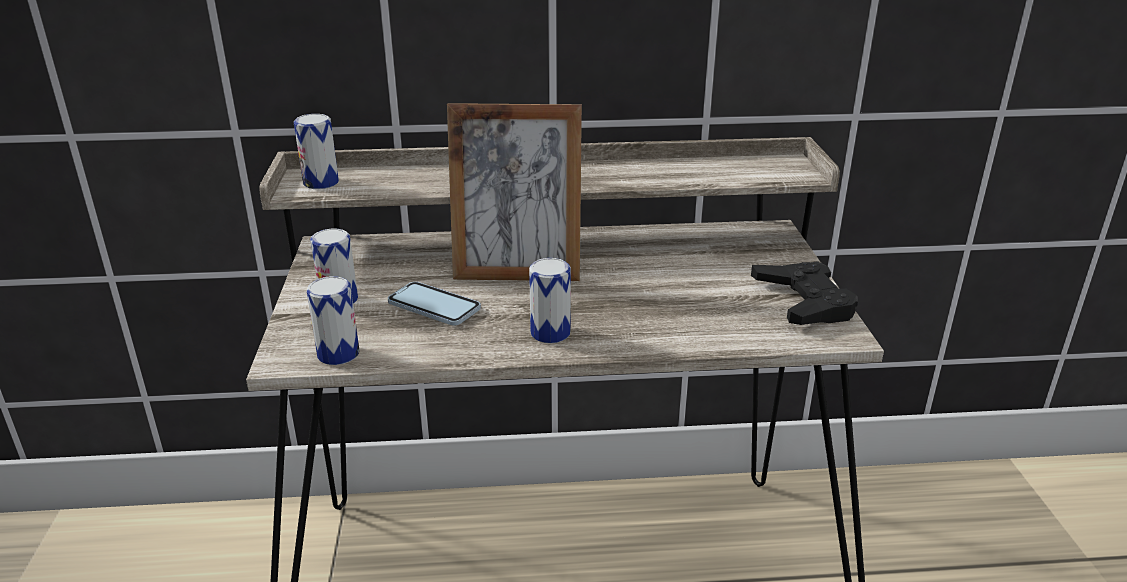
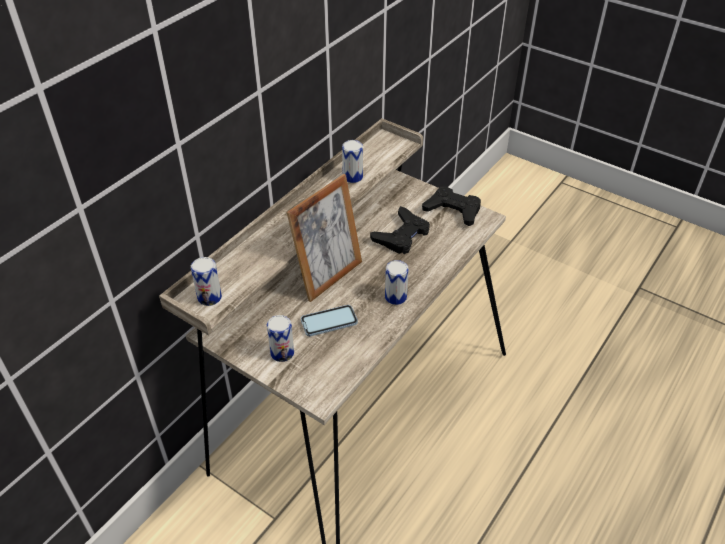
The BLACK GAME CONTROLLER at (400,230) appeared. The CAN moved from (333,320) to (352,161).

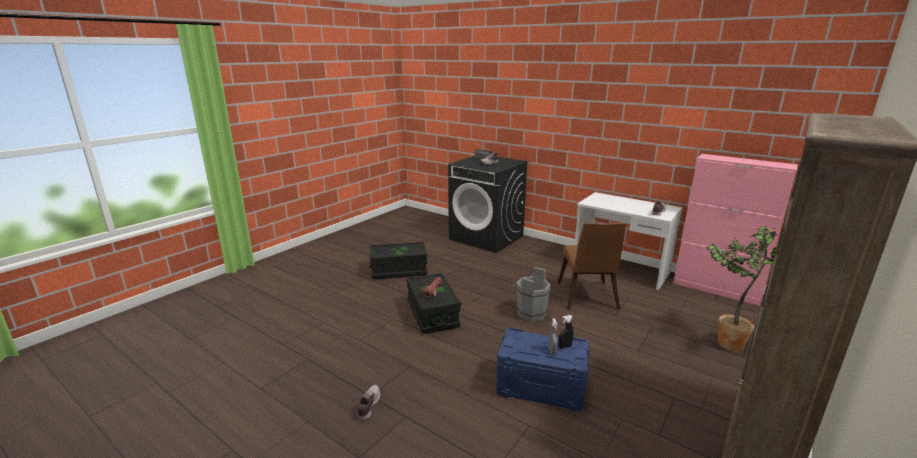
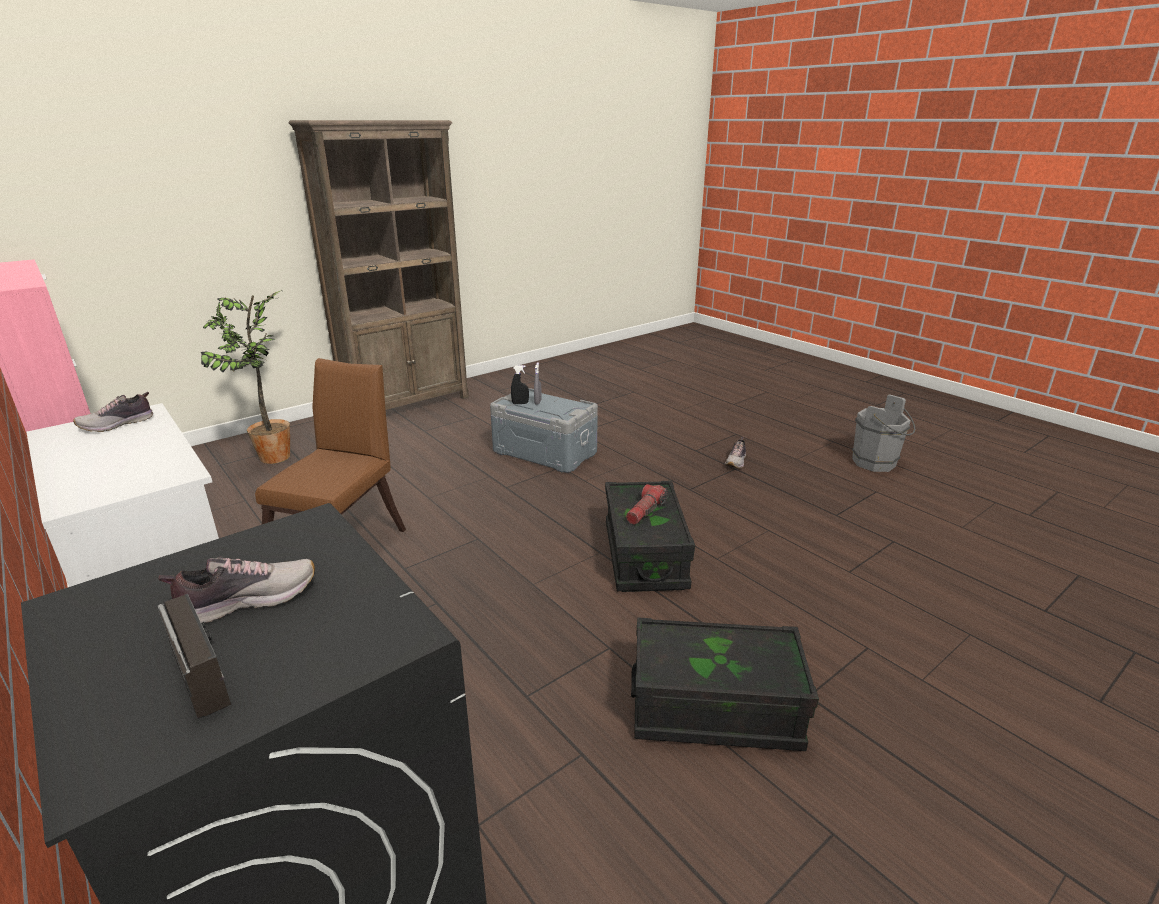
The GREY BUCKET moved from (532,294) to (883,433). The BLUE STORAGE BOX at (542,369) became the GREY STORAGE BOX at (544,430).

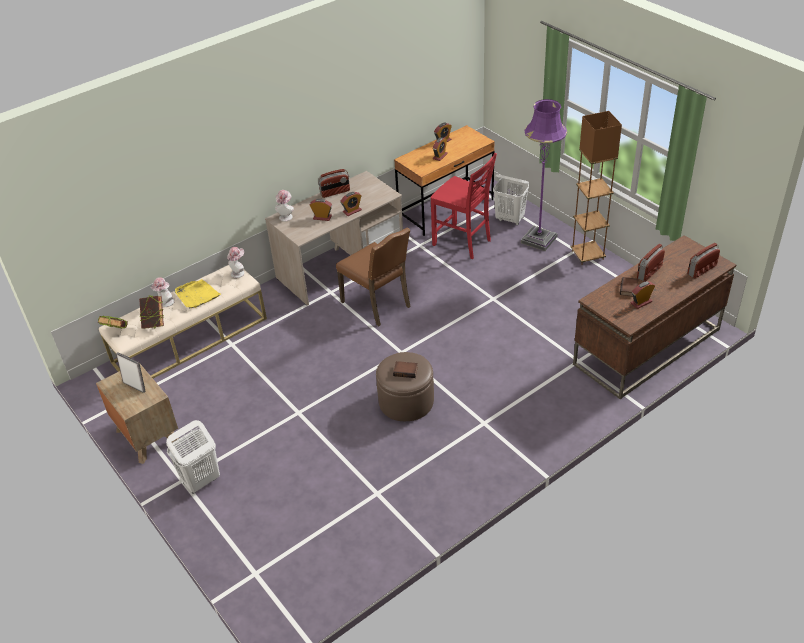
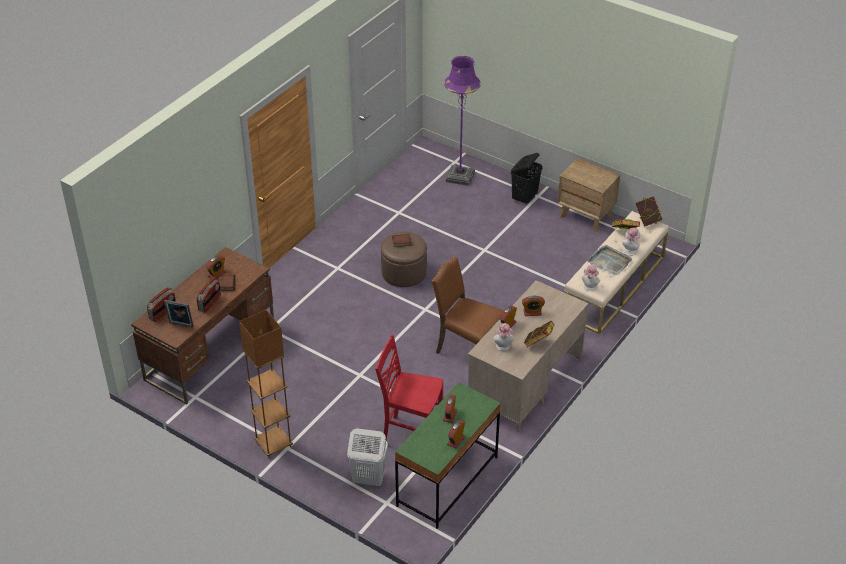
The PICTURE FRAME moved from (131,372) to (179,314). The HAT moved from (284,205) to (504,337). The PURPLE FLOOR LAMP moved from (544,175) to (462,121). The RADIO at (334,183) was replaced by the BOOK at (539,334). The WHITE LAUNDRY BASKET at (193,457) became the BLACK LAUNDRY BASKET at (527,178). The YELLOW TRAY at (197,293) became the GREY TRAY at (609,260). The BROWN DESK at (444,180) became the GREEN DESK at (448,455).

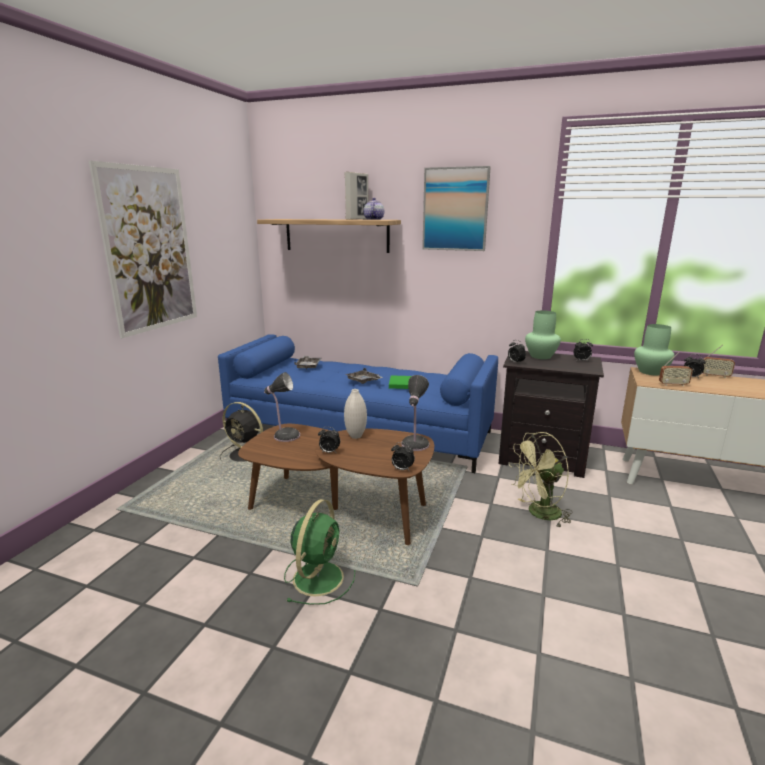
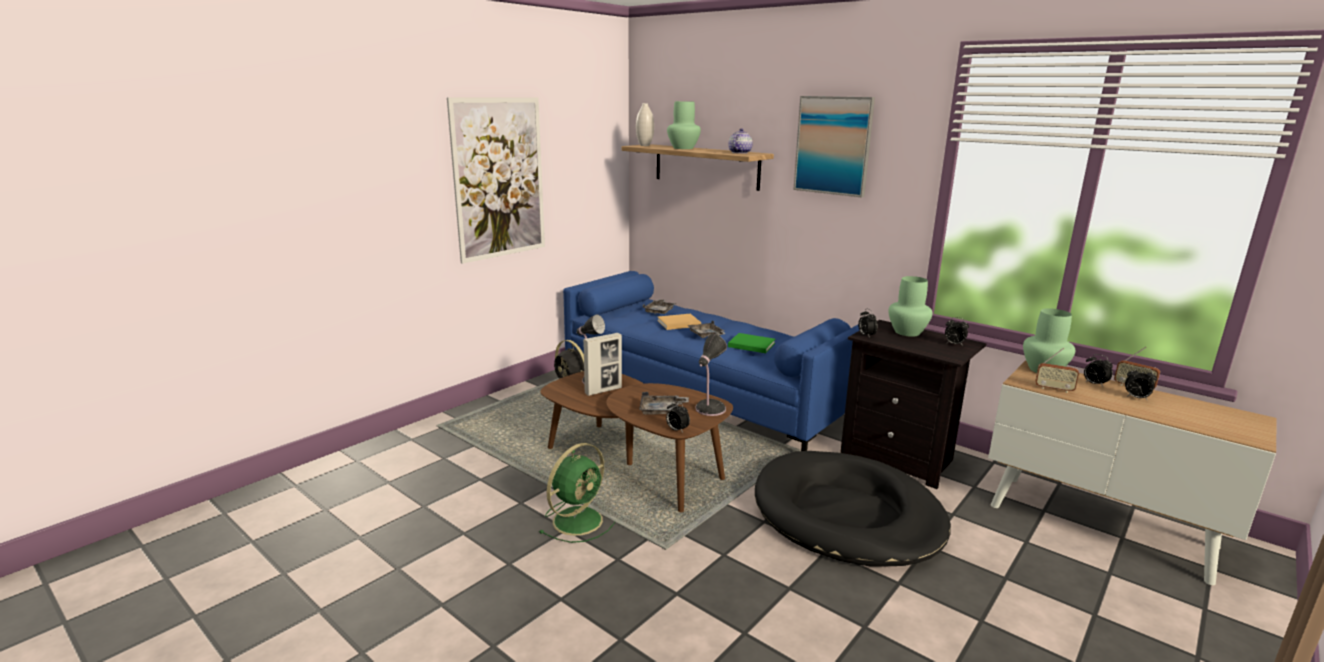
The GREY TRAY at (664,403) appeared. The BEIGE BOOK at (679,322) appeared. The GREEN VASE at (684,125) appeared. The ALARM CLOCK moved from (329,440) to (1141,383). The WHITE VASE moved from (355,414) to (645,124). The PICTURE FRAME moved from (356,196) to (602,364). The GREEN FAN at (541,480) was replaced by the BLACK DOG BED at (853,509).

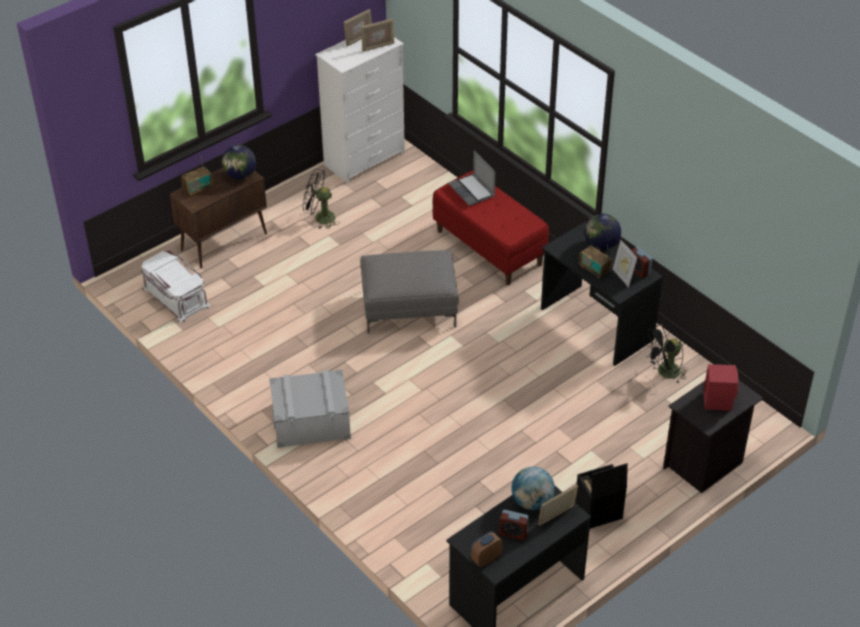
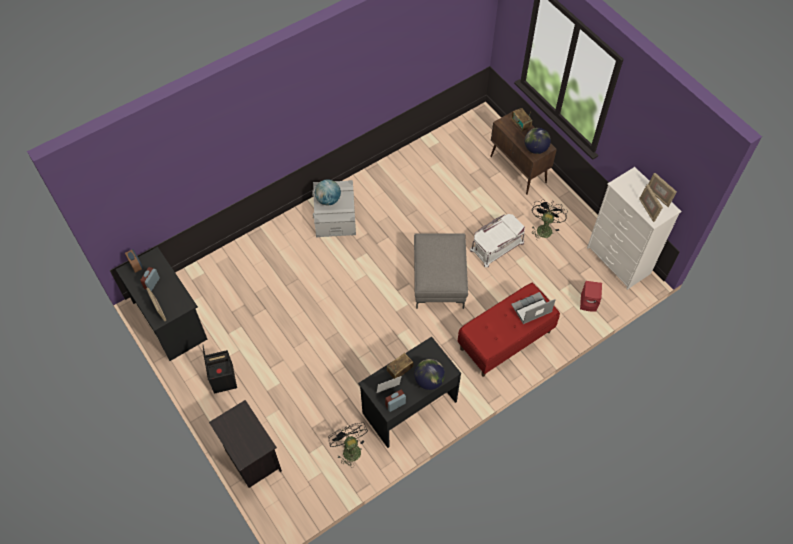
The WHITE STORAGE BOX moved from (175,287) to (497,240). The GLOBE moved from (533,488) to (328,192). The RED SPEAKER moved from (720,387) to (591,296).

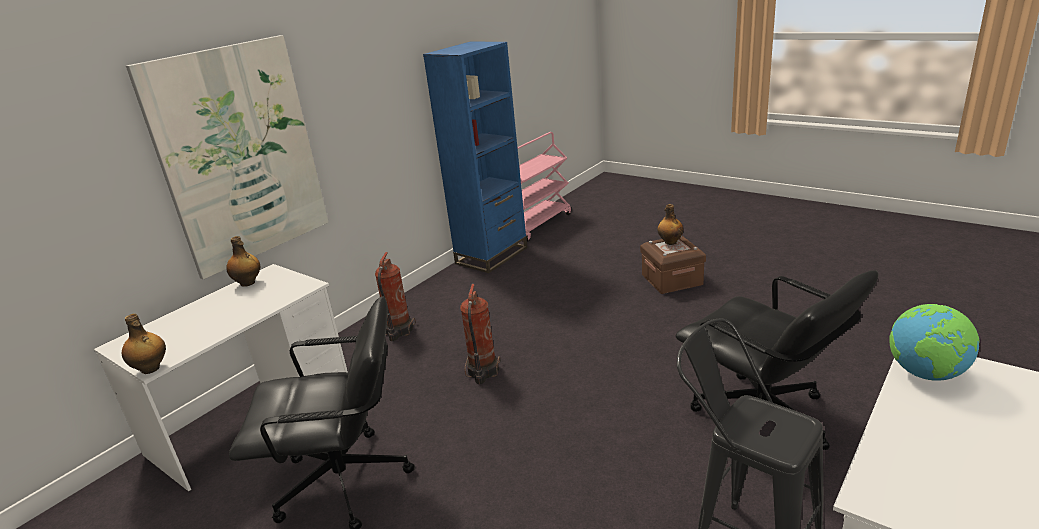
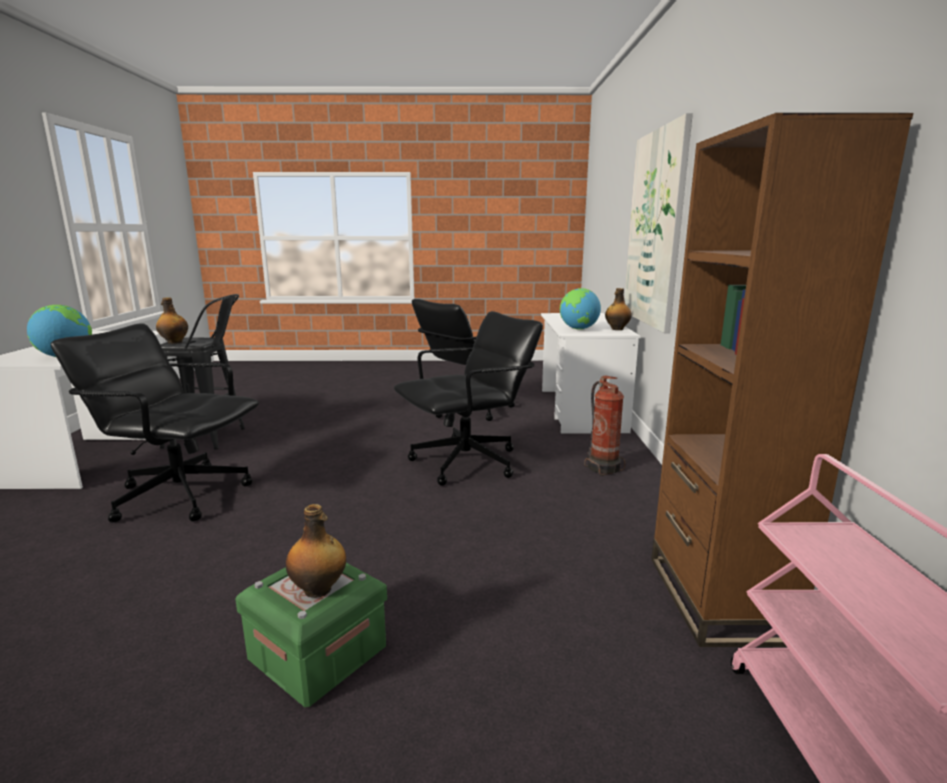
The GLOBE at (580,309) appeared. The BOTTLE moved from (144,344) to (172,320). The FIRE EXTINGUISHER at (480,334) was replaced by the BLACK OFFICE CHAIR at (468,398). The BLUE BOOKCASE at (475,157) became the BROWN BOOKCASE at (782,380). The BROWN STORAGE BOX at (673,265) became the GREEN STORAGE BOX at (311,635).

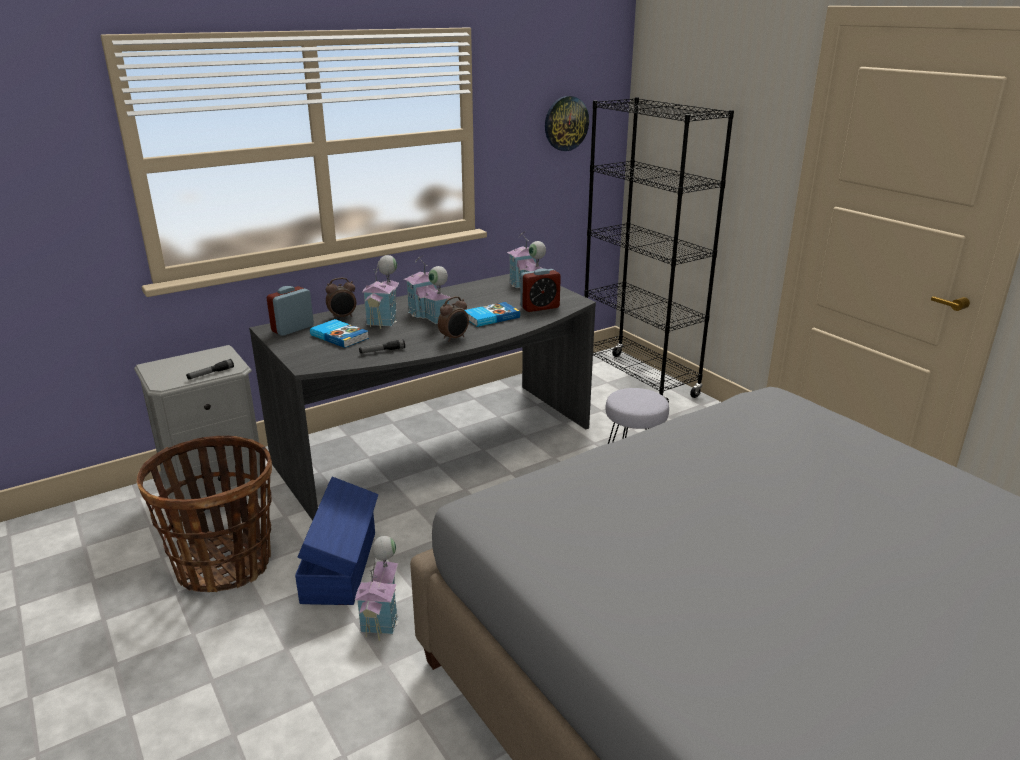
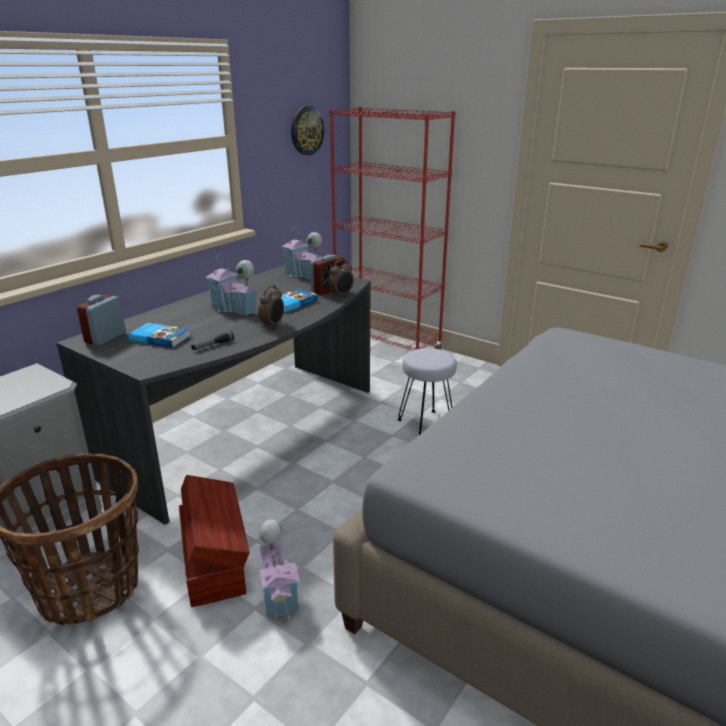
The FLASHLIGHT at (210,369) disappeared. The TOY HOUSE at (380,292) disappeared. The ALARM CLOCK moved from (341,298) to (341,279). The BLUE STORAGE BOX at (336,541) became the BROWN STORAGE BOX at (214,541). The BLACK BOOKCASE at (659,250) became the RED BOOKCASE at (393,229).

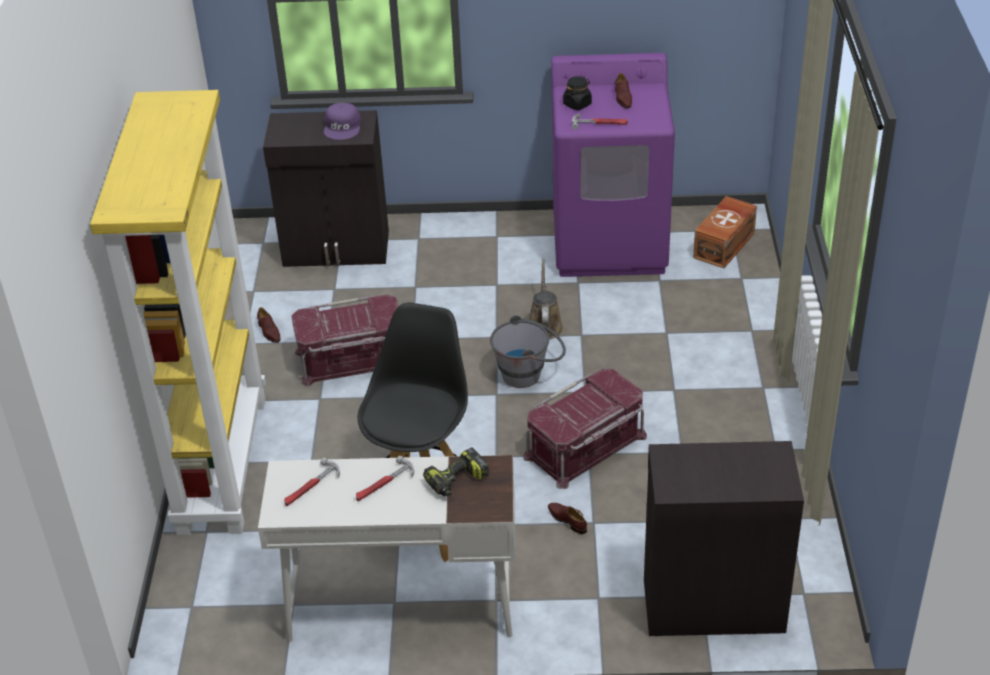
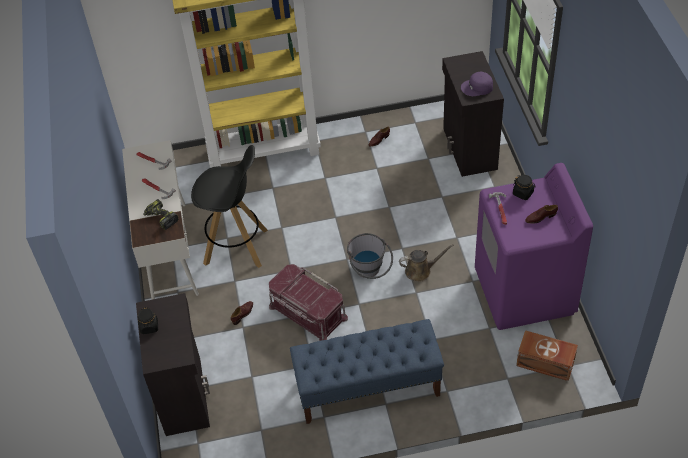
The RED STORAGE BOX at (345,340) disappeared. The BLACK JAR at (148,320) appeared. The BLUE BENCH at (367,371) appeared.

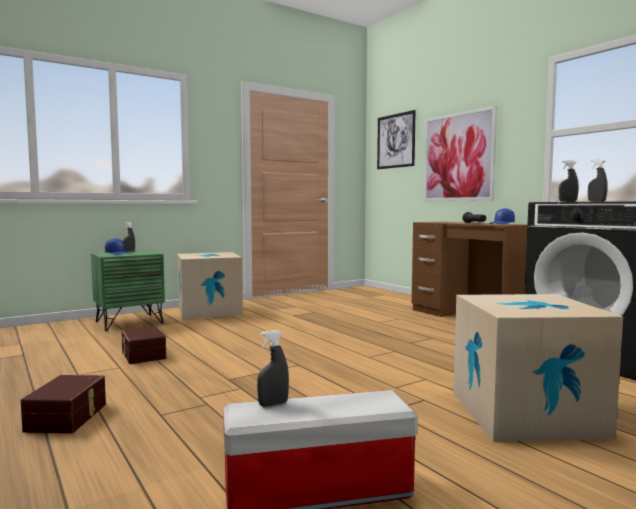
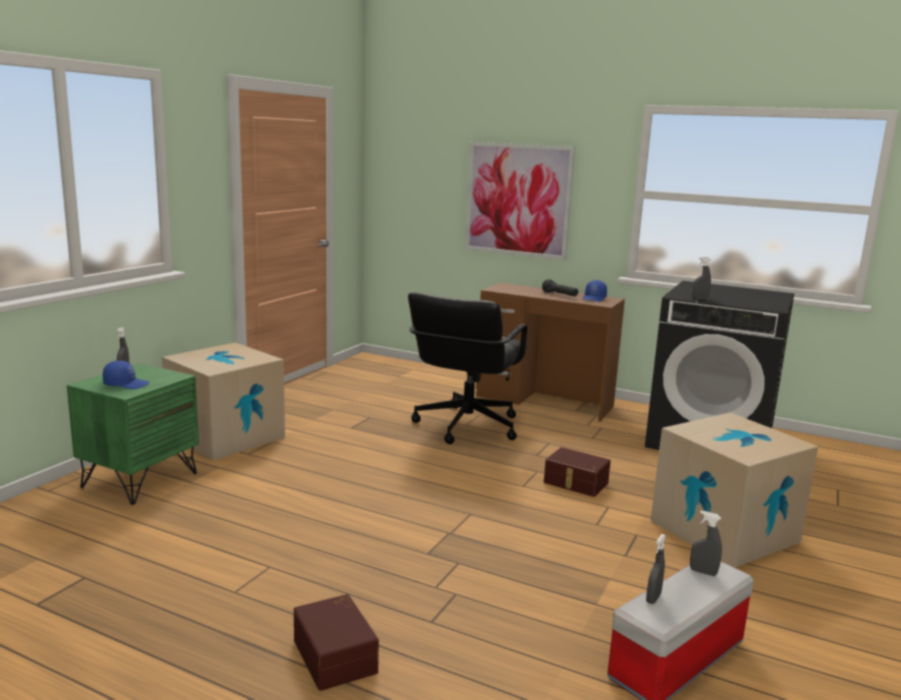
The PICTURE at (396,139) disappeared. The BLACK OFFICE CHAIR at (467,368) appeared. The BROWN STORAGE BOX moved from (143,345) to (577,472). The GREY SPRAY BOTTLE moved from (598,180) to (706,543).

